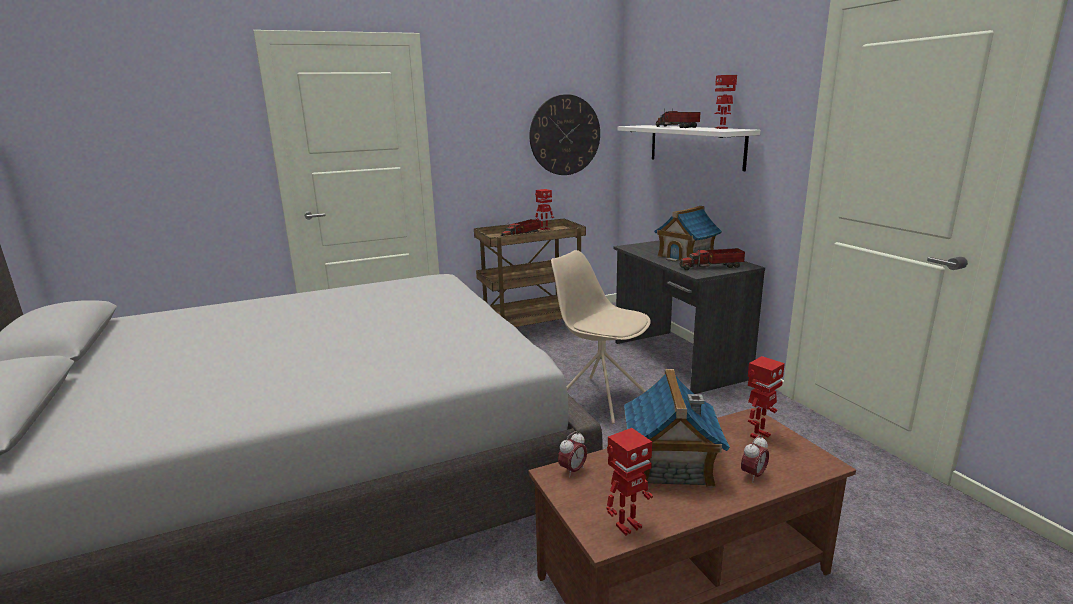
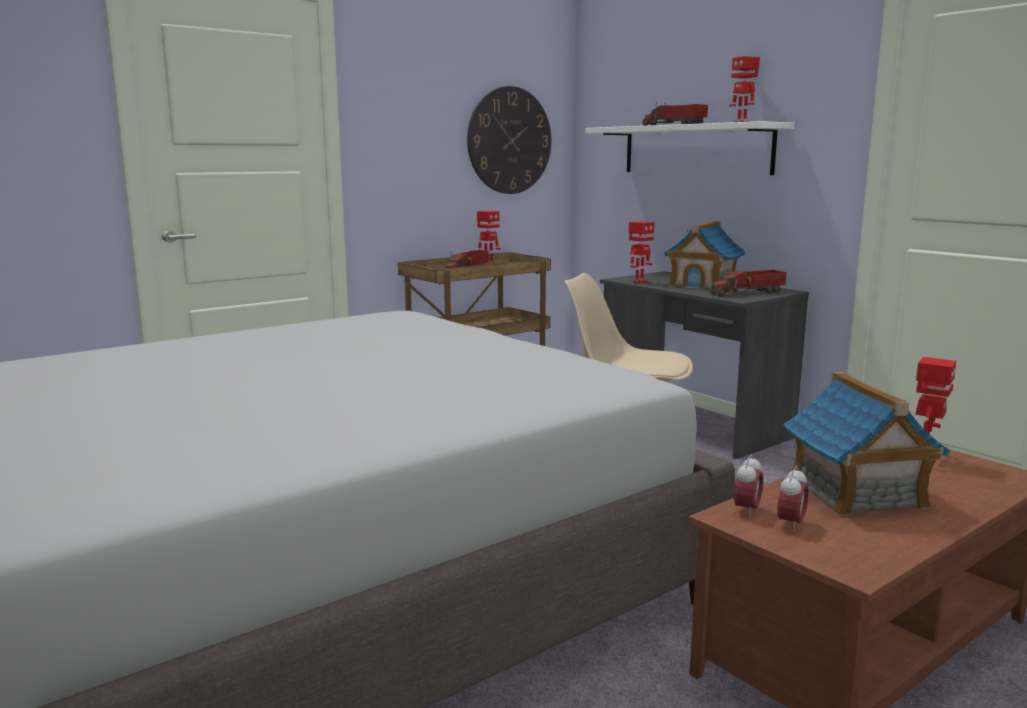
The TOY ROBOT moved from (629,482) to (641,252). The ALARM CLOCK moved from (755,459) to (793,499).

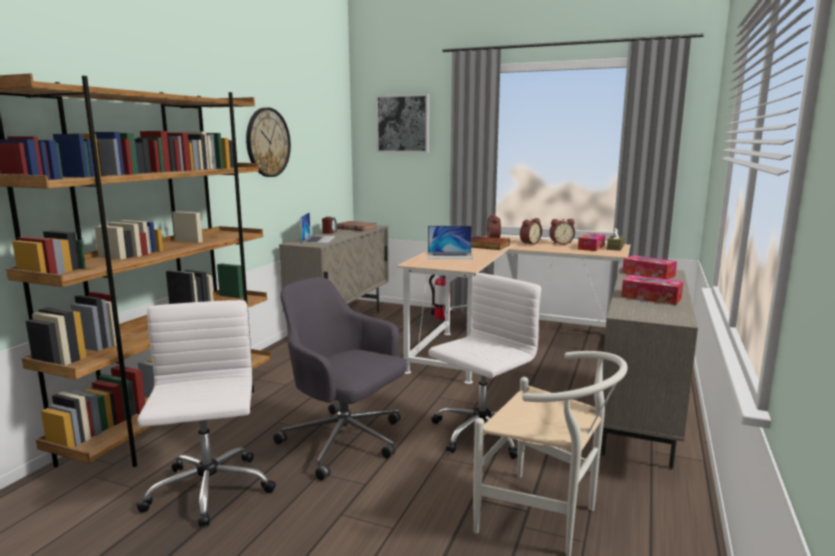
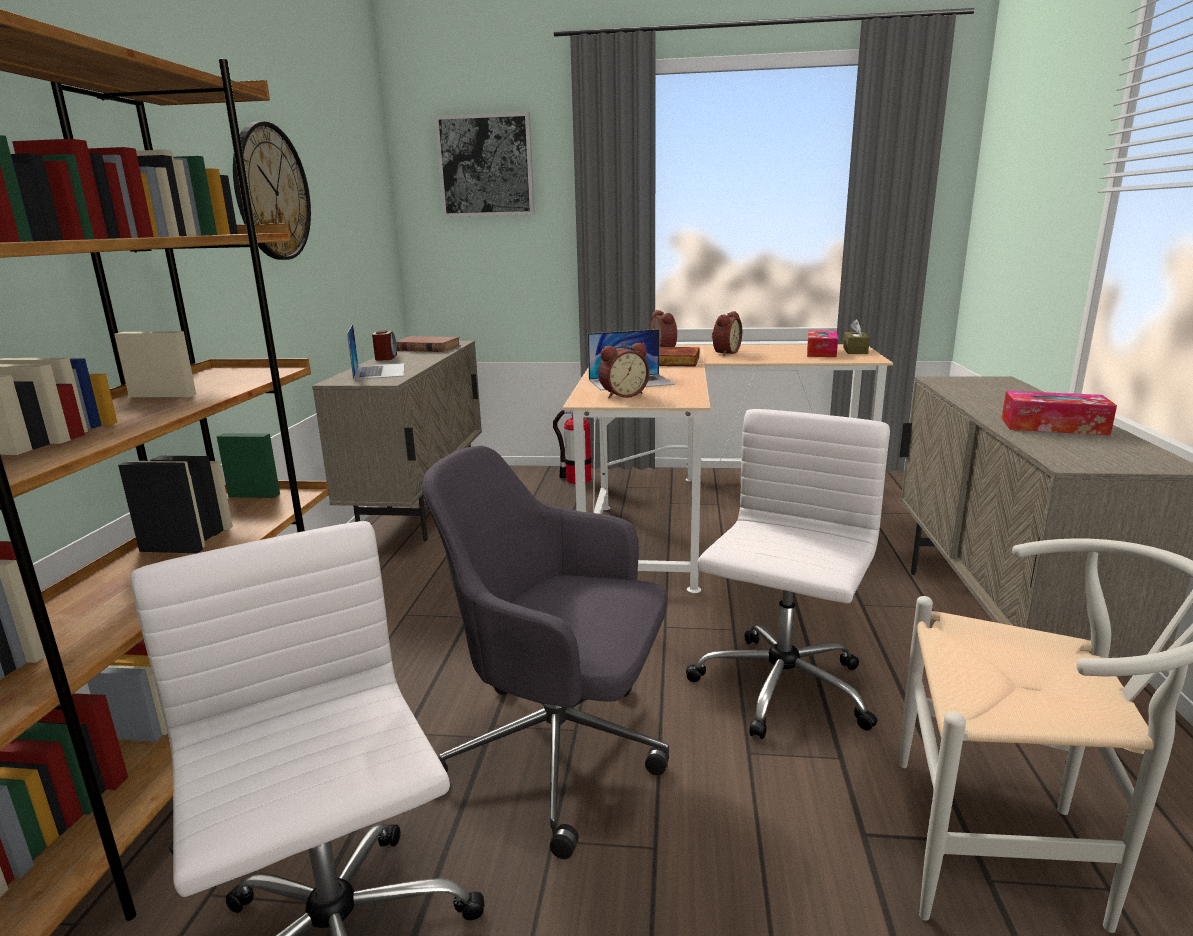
The TISSUE BOX at (649,267) disappeared. The ALARM CLOCK moved from (562,232) to (624,370).

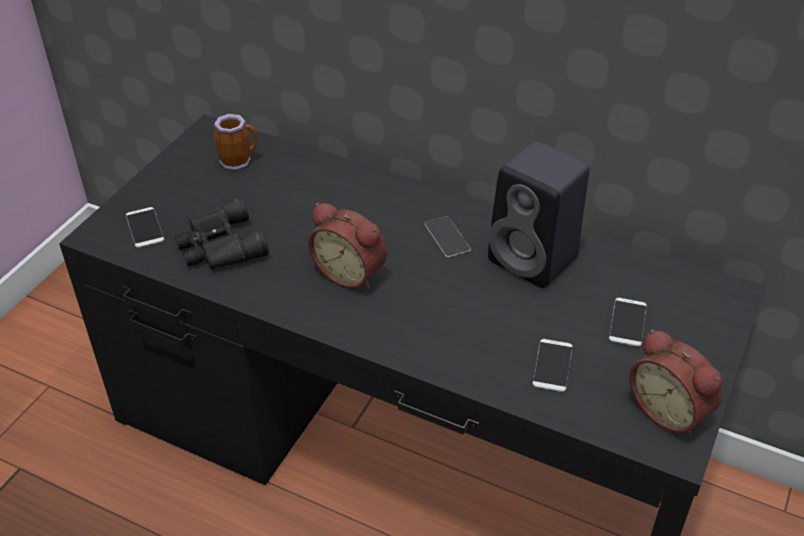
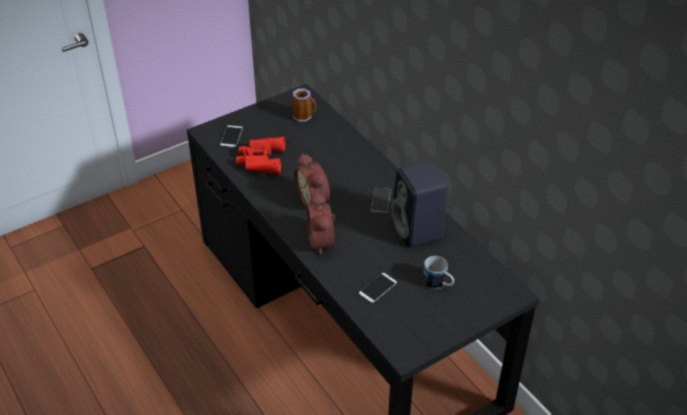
The ALARM CLOCK moved from (675,383) to (321,223). The PHONE at (628,322) was replaced by the MUG at (438,273). The BLACK BINOCULARS at (222,233) became the RED BINOCULARS at (260,155).

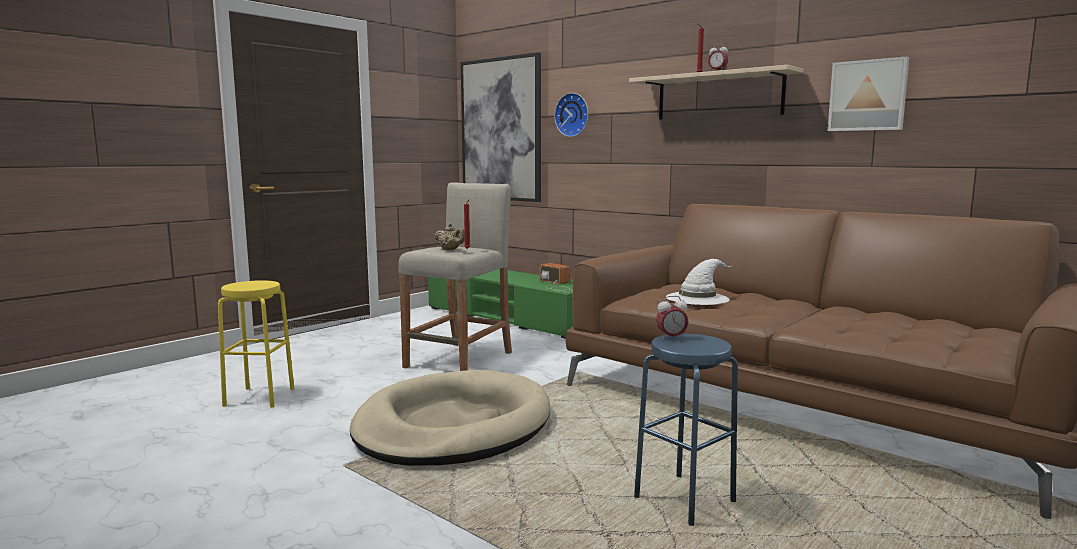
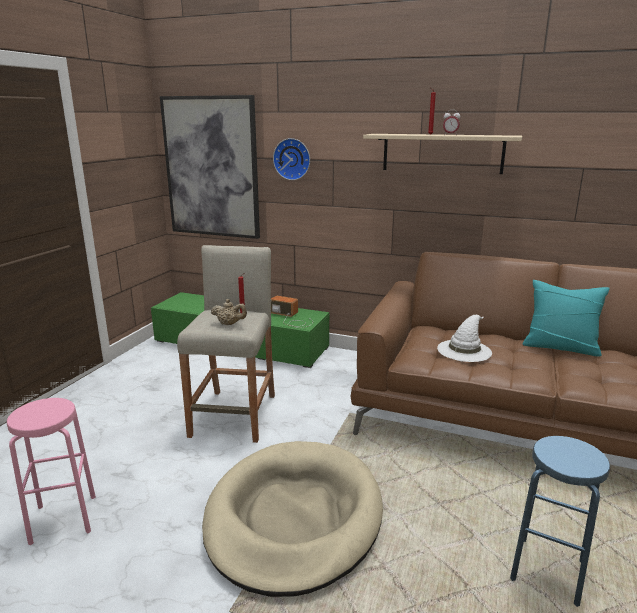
The ALARM CLOCK at (672,318) disappeared. The PICTURE at (868,94) disappeared. The TURQUOISE PILLOW at (566,318) appeared. The YELLOW STOOL at (256,344) became the PINK STOOL at (51,471).

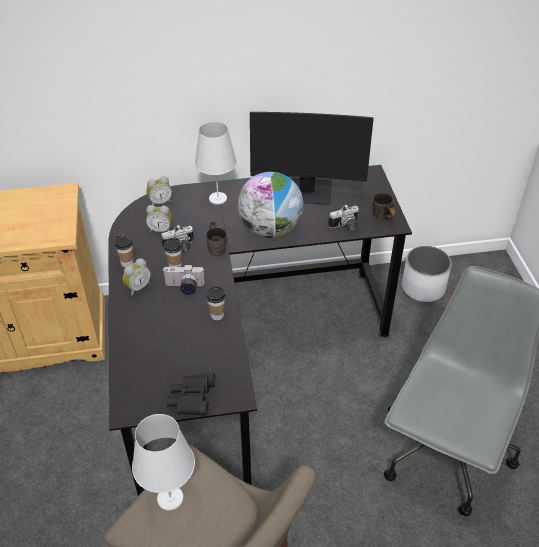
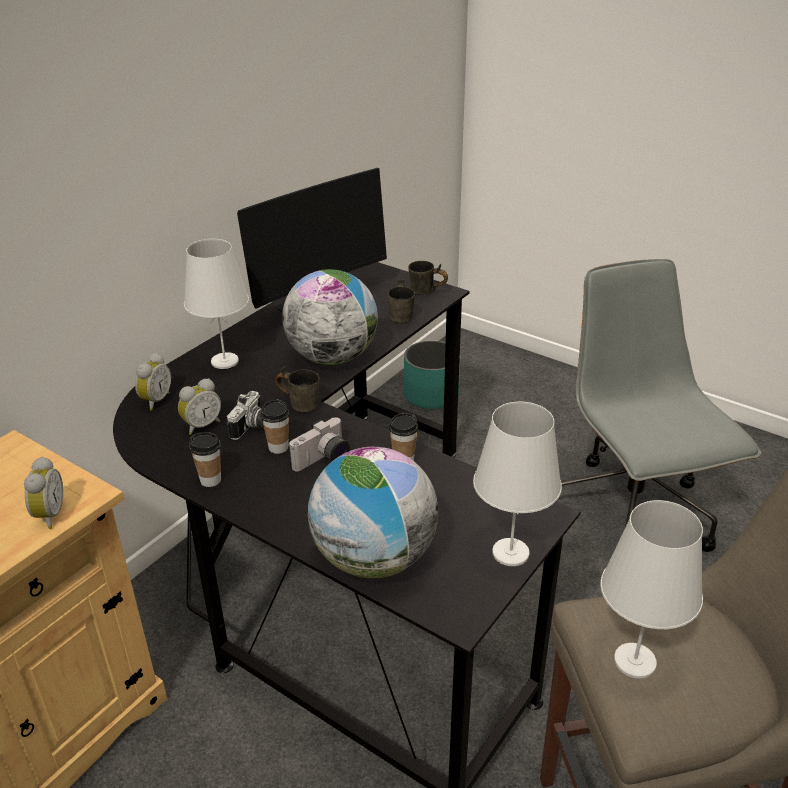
The GLOBE at (373,512) appeared. The ALARM CLOCK moved from (137,277) to (43,493). The BLACK BINOCULARS at (191,394) was replaced by the WHITE TABLE LAMP at (517,484). The PHOTO CAMERA at (343,218) was replaced by the GREY MUG at (401,301). The WHITE PLANTER at (427,274) became the TURQUOISE PLANTER at (432,374).

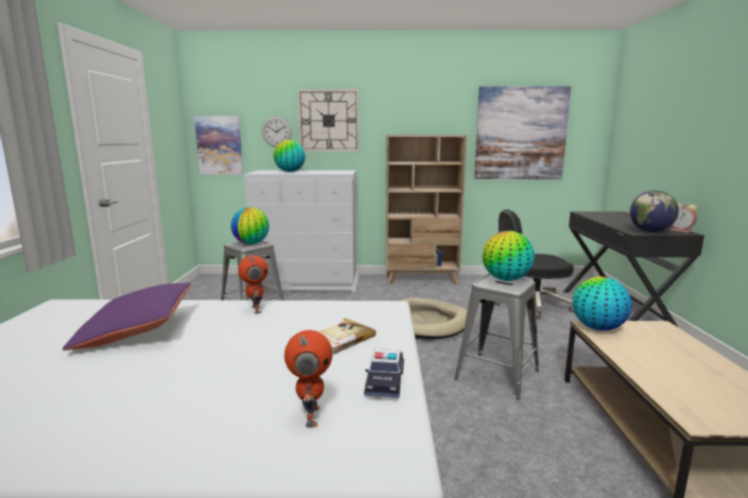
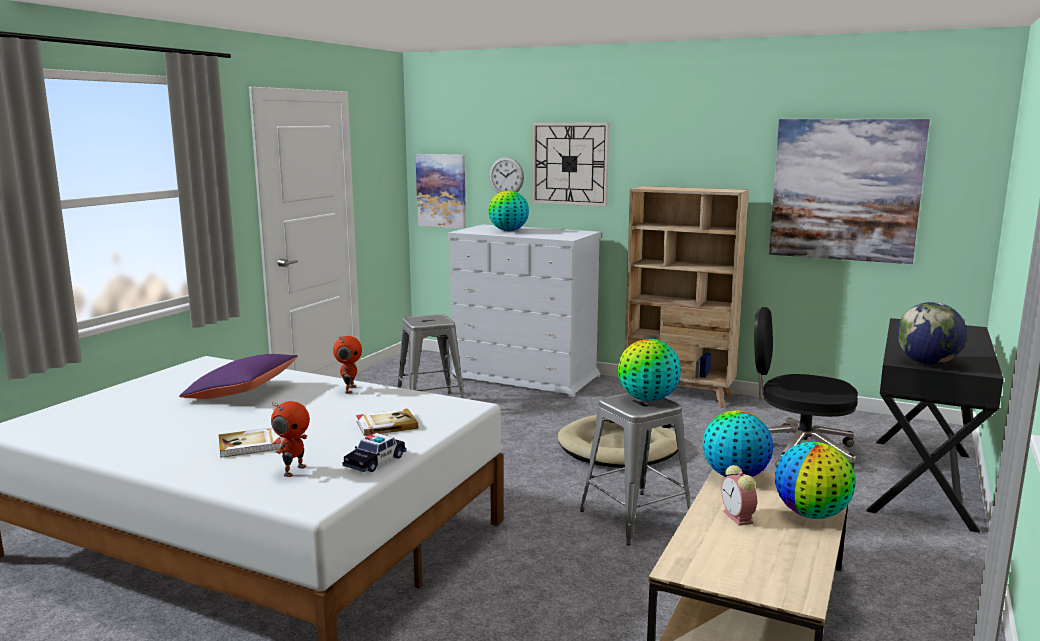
The BOOK at (250,443) appeared. The GLOBE moved from (250,226) to (815,480). The ALARM CLOCK moved from (684,218) to (739,495).

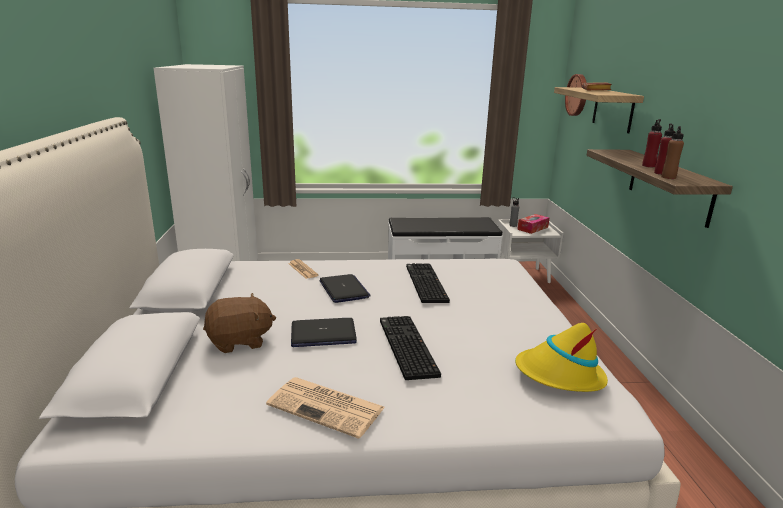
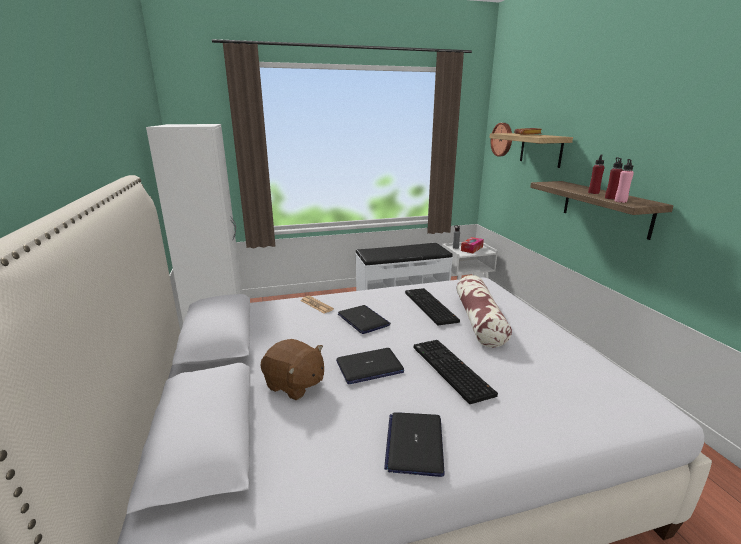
The YELLOW HAT at (561,357) disappeared. The PILLOW at (484,311) appeared. The NEWSPAPER at (325,408) was replaced by the LAPTOP at (414,444). The BROWN BOTTLE at (672,152) became the PINK BOTTLE at (624,181). The BROWN PLUSH TOY at (239,323) turned 60 degrees clockwise.

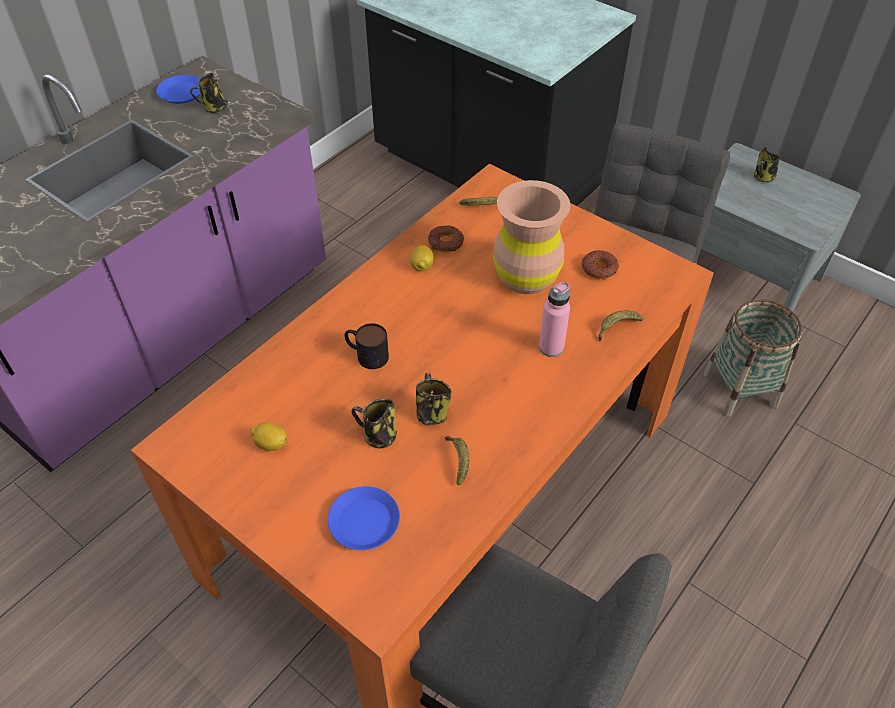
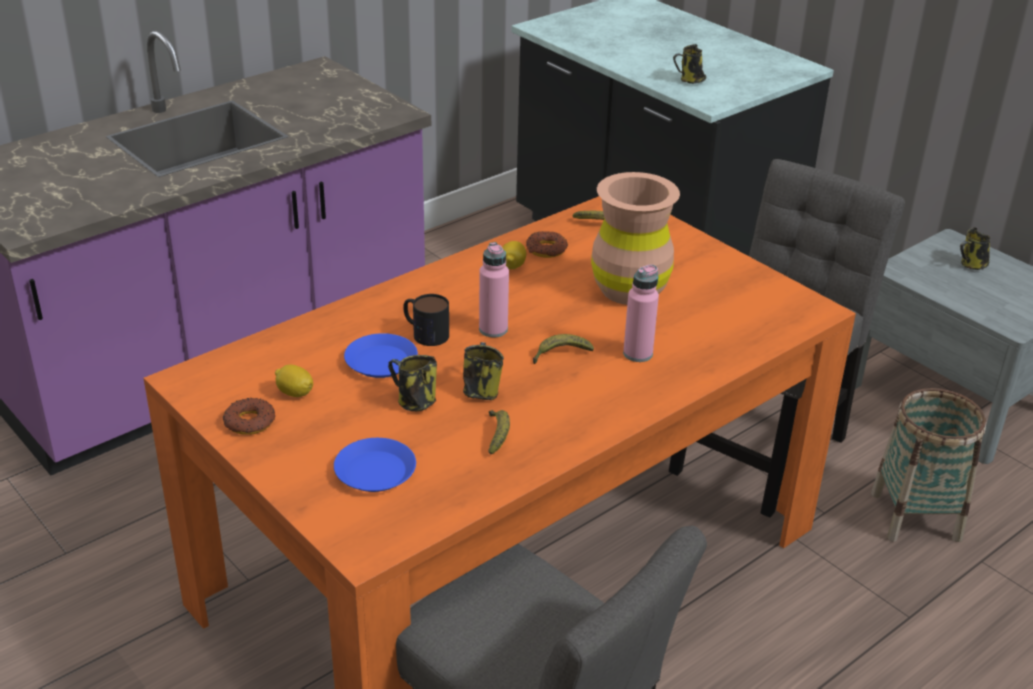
The PINK BOTTLE at (494,290) appeared. The BLUE PLATE moved from (178,89) to (381,355). The MUG moved from (209,93) to (689,64). The DONUT moved from (600,264) to (249,416). The BANANA moved from (621,325) to (563,349).

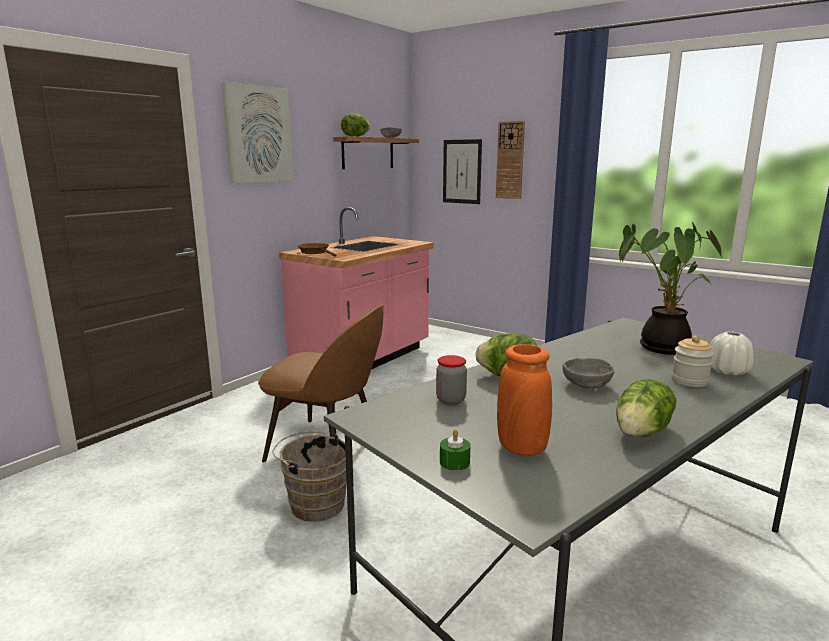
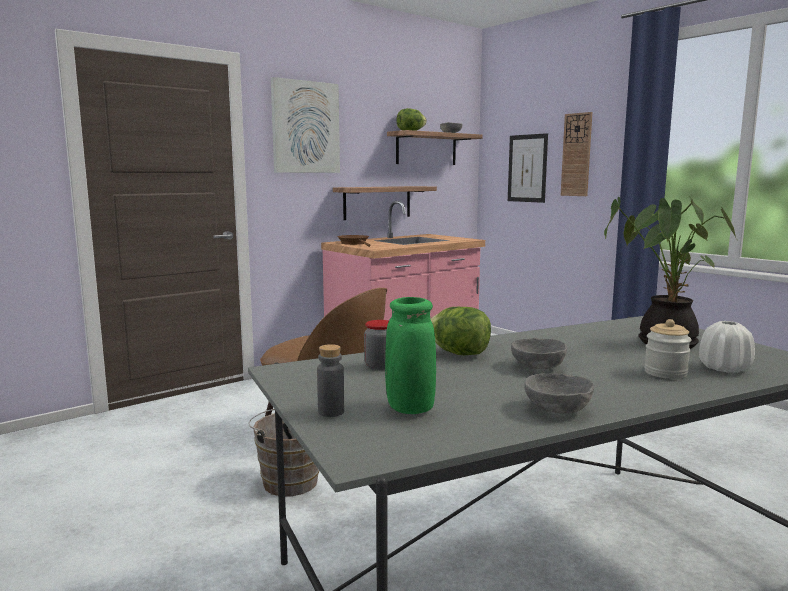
The SHELF at (385,203) appeared. The GREEN CANDLE at (455,450) was replaced by the GREY BOTTLE at (330,380). The LETTUCE at (646,408) was replaced by the GREY BOWL at (559,393). The ORANGE VASE at (524,400) became the GREEN VASE at (410,355).

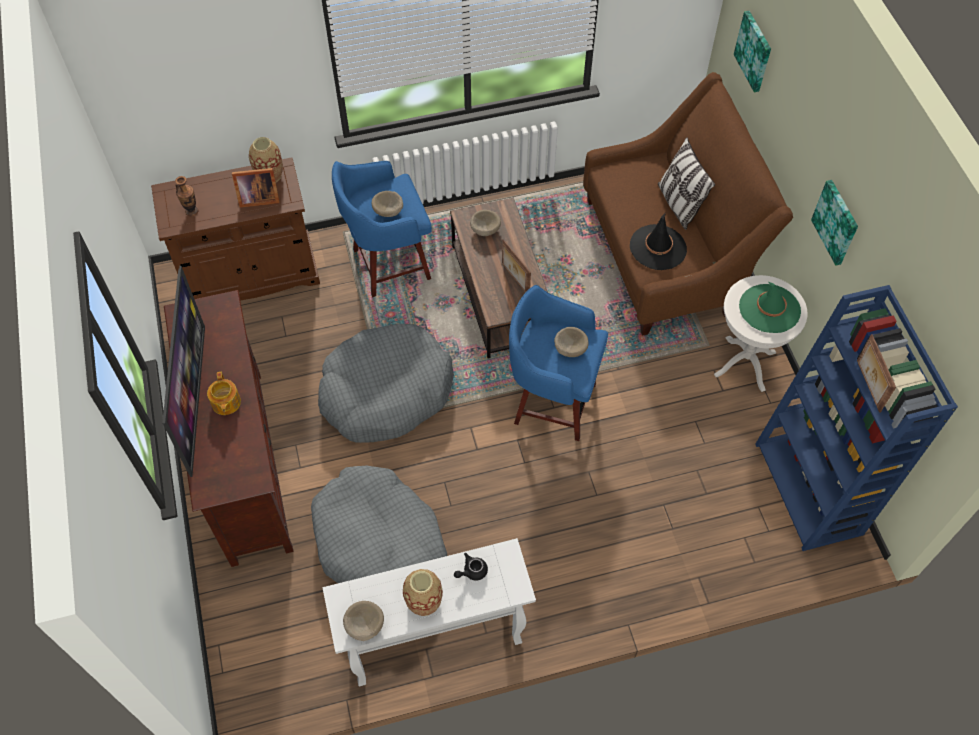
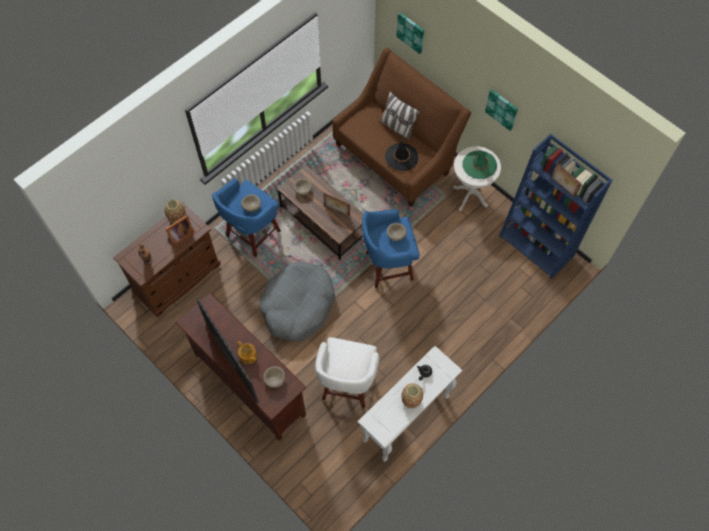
The BEIGE BOWL moved from (363,621) to (274,377). The GREY DOG BED at (379,524) was replaced by the WHITE STOOL at (347,372).

